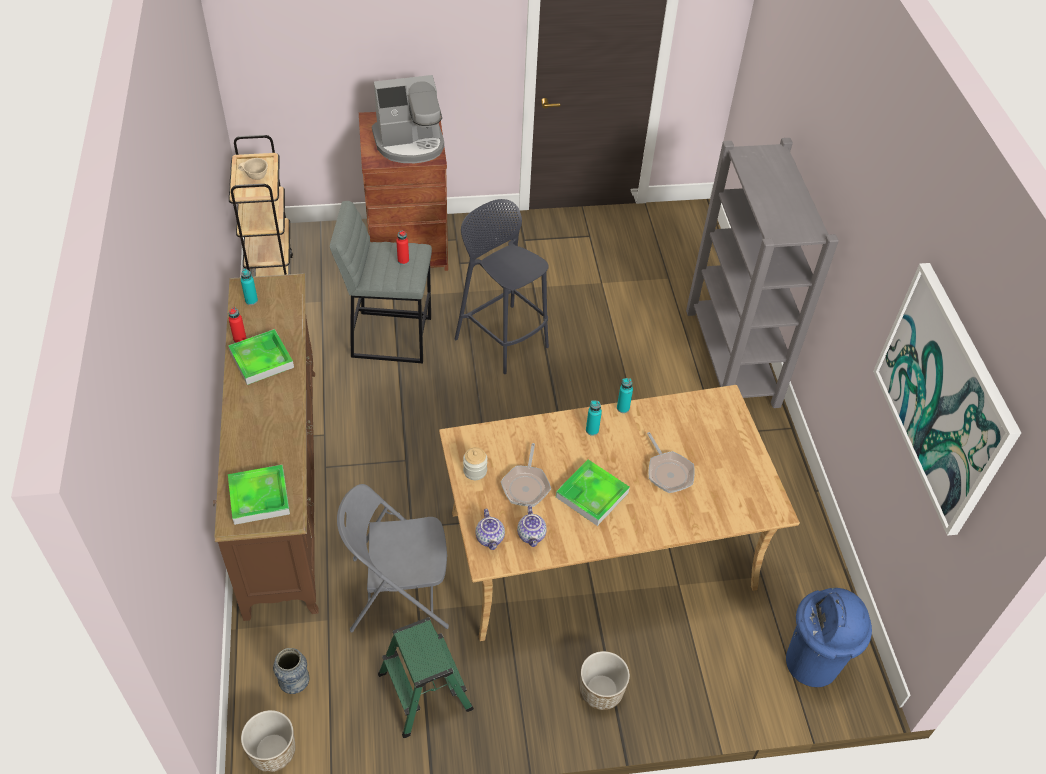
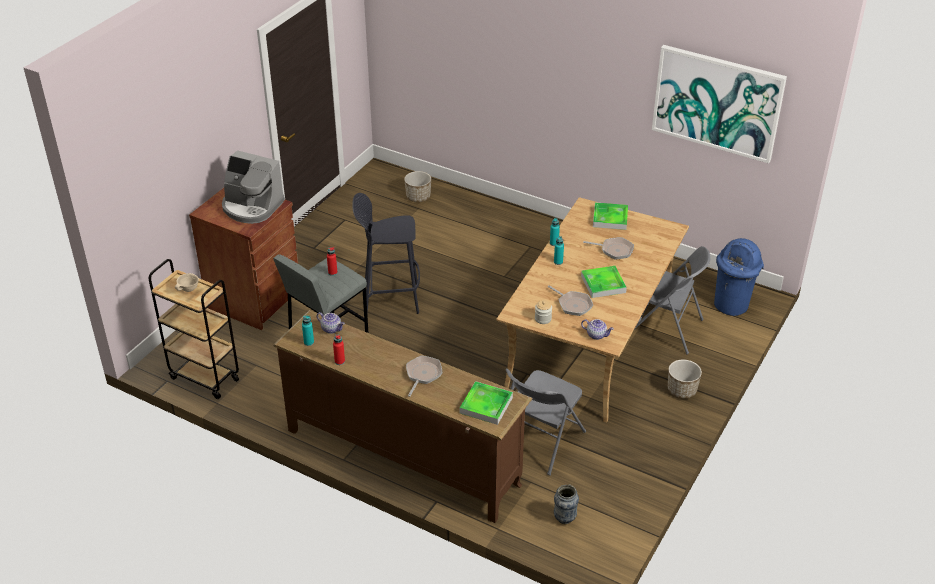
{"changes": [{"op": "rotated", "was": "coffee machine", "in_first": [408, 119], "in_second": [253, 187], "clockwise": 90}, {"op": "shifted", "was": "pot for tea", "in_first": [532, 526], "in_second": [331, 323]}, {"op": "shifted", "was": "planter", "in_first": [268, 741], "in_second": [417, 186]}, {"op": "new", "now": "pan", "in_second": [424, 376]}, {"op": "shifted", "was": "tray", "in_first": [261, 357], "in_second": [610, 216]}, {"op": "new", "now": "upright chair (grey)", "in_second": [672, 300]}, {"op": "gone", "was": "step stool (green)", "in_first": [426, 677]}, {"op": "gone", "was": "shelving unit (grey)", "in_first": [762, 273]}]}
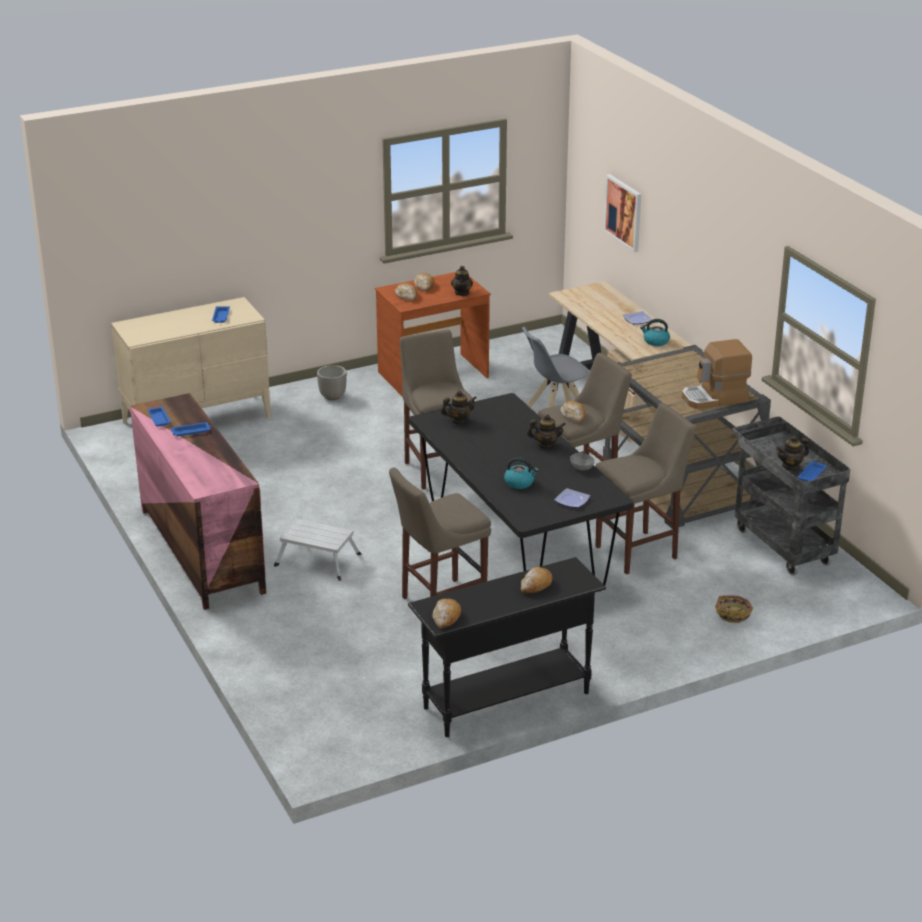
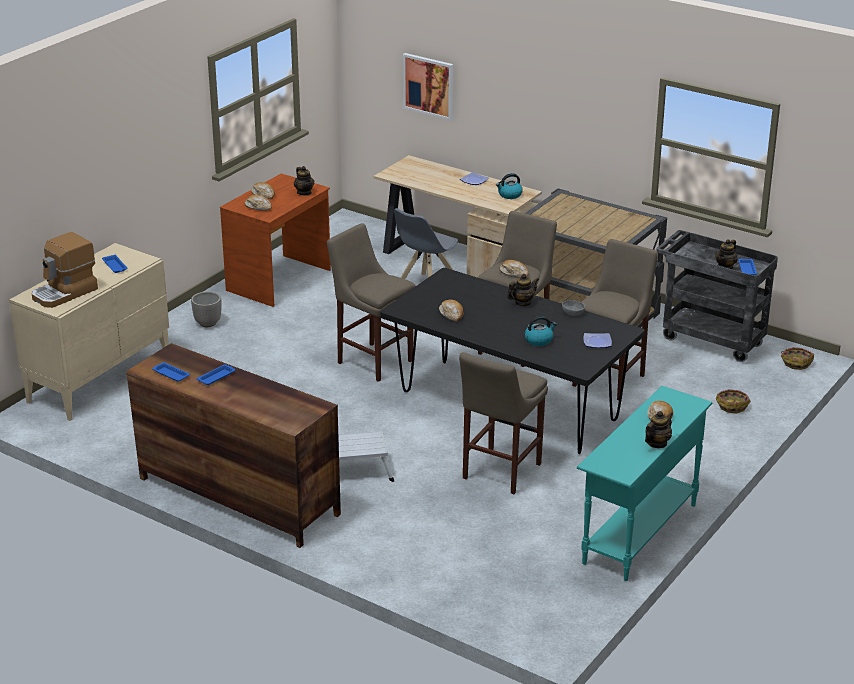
{"changes": [{"op": "shifted", "was": "coffee machine", "in_first": [717, 374], "in_second": [65, 270]}, {"op": "repainted", "was": "cupboard (pinkish)", "now": "cupboard (brown-coloured)", "in_first": [198, 501], "in_second": [233, 445]}, {"op": "shifted", "was": "baked bread", "in_first": [446, 613], "in_second": [451, 310]}, {"op": "repainted", "was": "narrow table (black-coloured)", "now": "narrow table (turquoise)", "in_first": [507, 647], "in_second": [645, 483]}, {"op": "shifted", "was": "pot for tea", "in_first": [458, 407], "in_second": [659, 429]}, {"op": "new", "now": "storage basket", "in_second": [797, 358]}]}
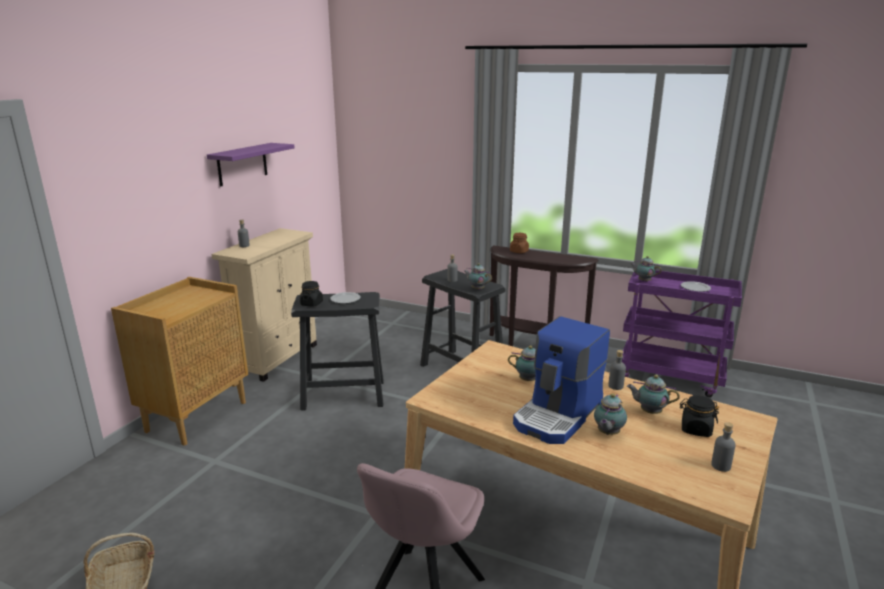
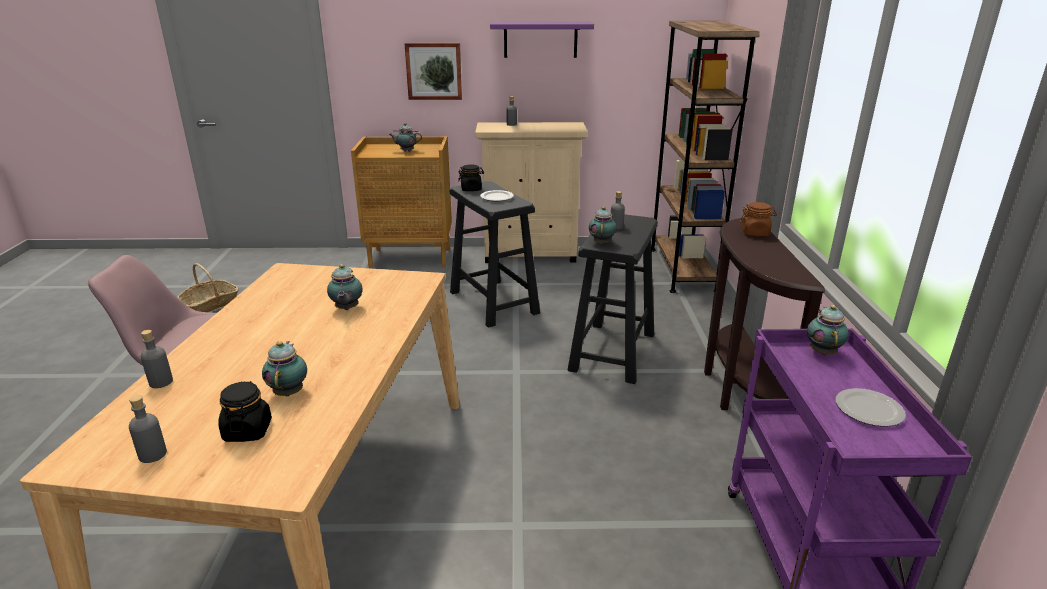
{"changes": [{"op": "shifted", "was": "drink bottle (grey)", "in_first": [617, 370], "in_second": [157, 359]}, {"op": "shifted", "was": "pot for tea", "in_first": [610, 414], "in_second": [405, 137]}, {"op": "new", "now": "wall picture", "in_second": [433, 71]}, {"op": "new", "now": "shelving unit (brown-coloured)", "in_second": [705, 157]}, {"op": "gone", "was": "coffee machine", "in_first": [561, 380]}]}
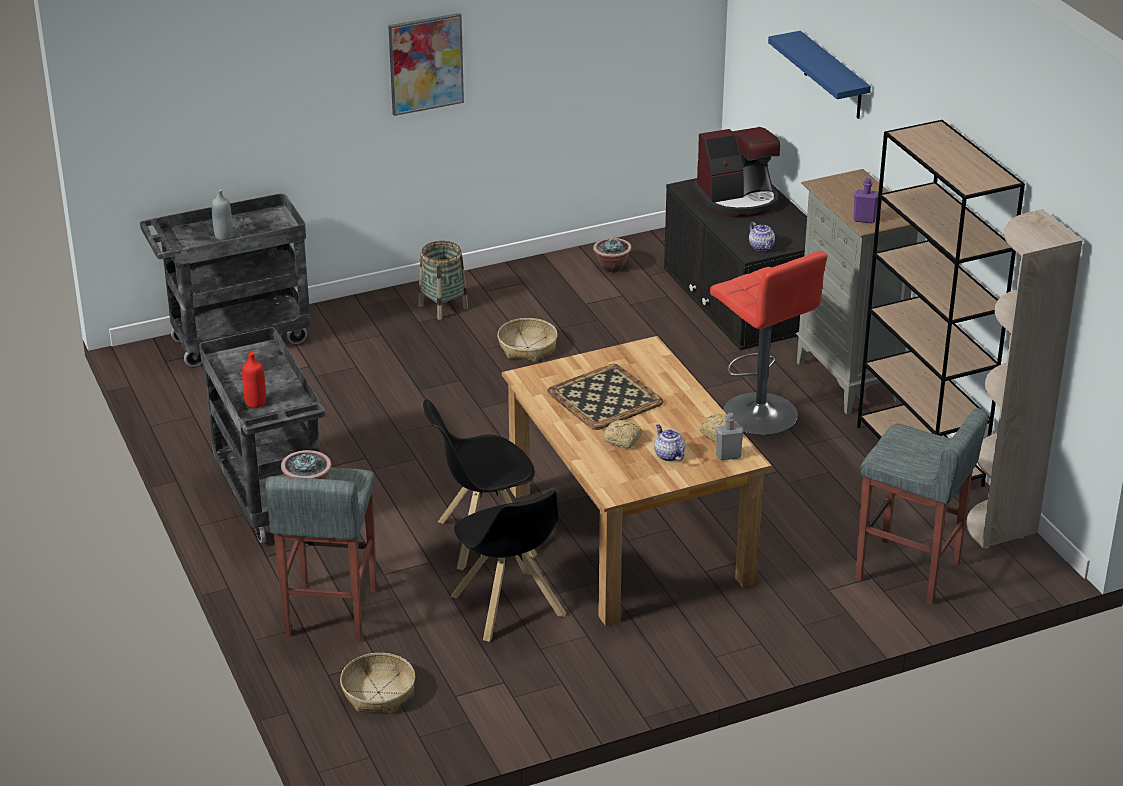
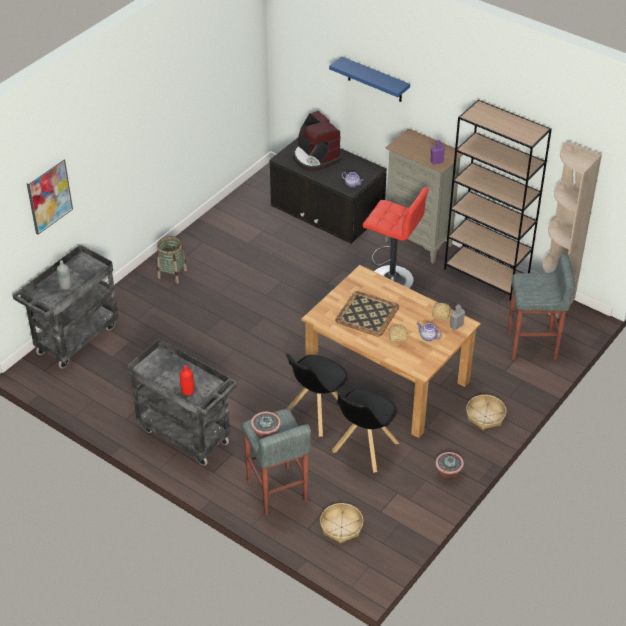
{"changes": [{"op": "shifted", "was": "wall picture", "in_first": [426, 64], "in_second": [50, 196]}, {"op": "rotated", "was": "coffee machine", "in_first": [736, 172], "in_second": [317, 141], "clockwise": 105}, {"op": "rotated", "was": "upright chair (black-coloured)", "in_first": [508, 566], "in_second": [365, 431], "clockwise": 90}, {"op": "shifted", "was": "plant in a pot", "in_first": [612, 255], "in_second": [449, 466]}, {"op": "shifted", "was": "storage basket", "in_first": [527, 340], "in_second": [486, 412]}]}
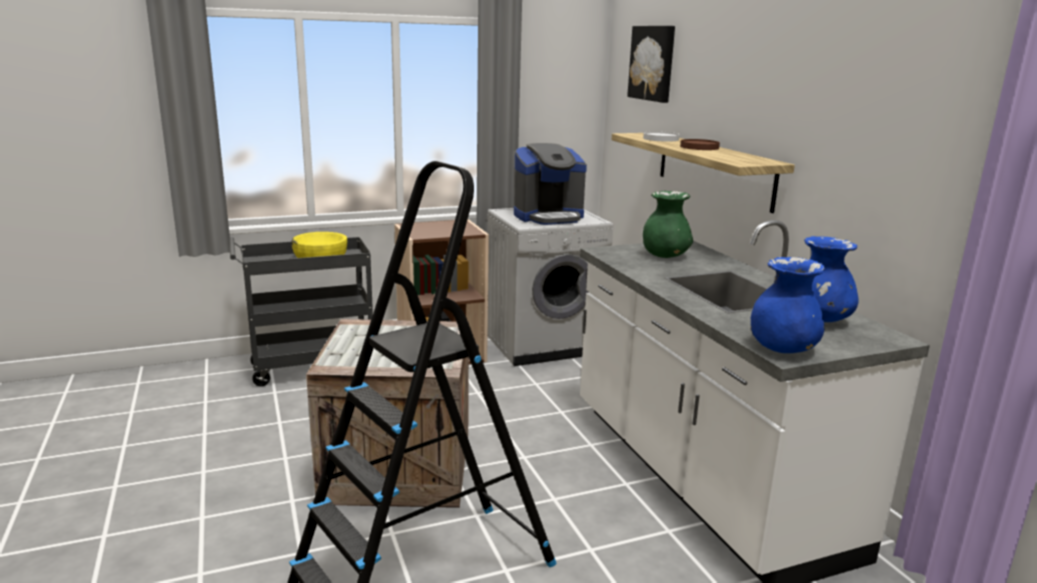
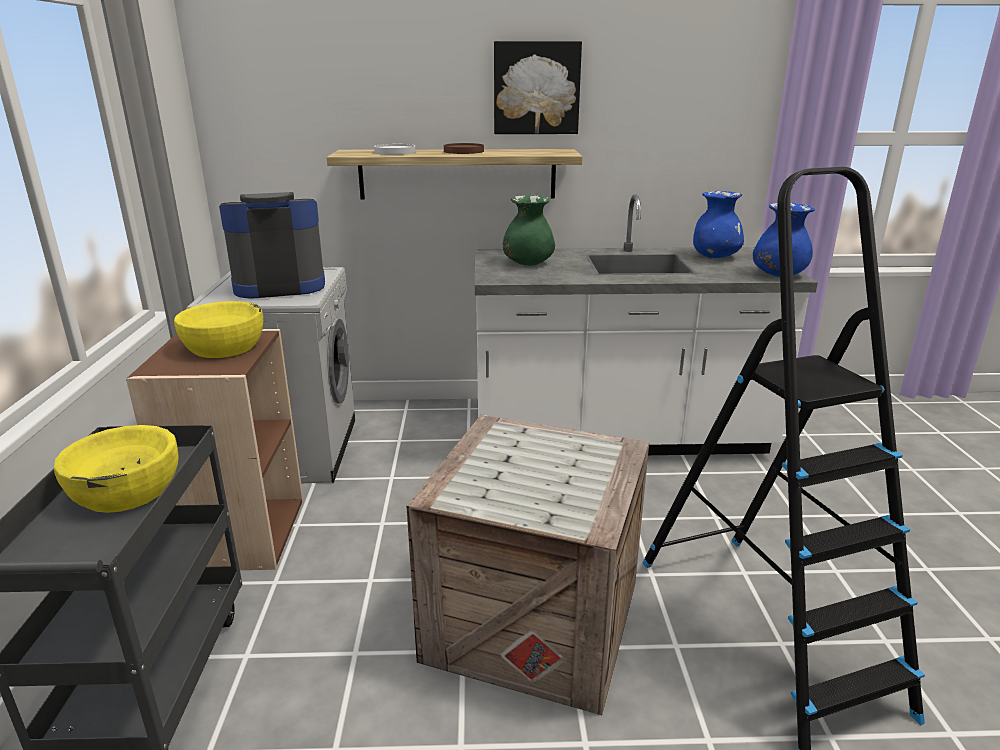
{"changes": [{"op": "new", "now": "serving bowl (yellowish)", "in_second": [218, 329]}, {"op": "rotated", "was": "coffee machine", "in_first": [550, 184], "in_second": [272, 245], "clockwise": -105}, {"op": "shifted", "was": "wall picture", "in_first": [651, 64], "in_second": [538, 87]}]}
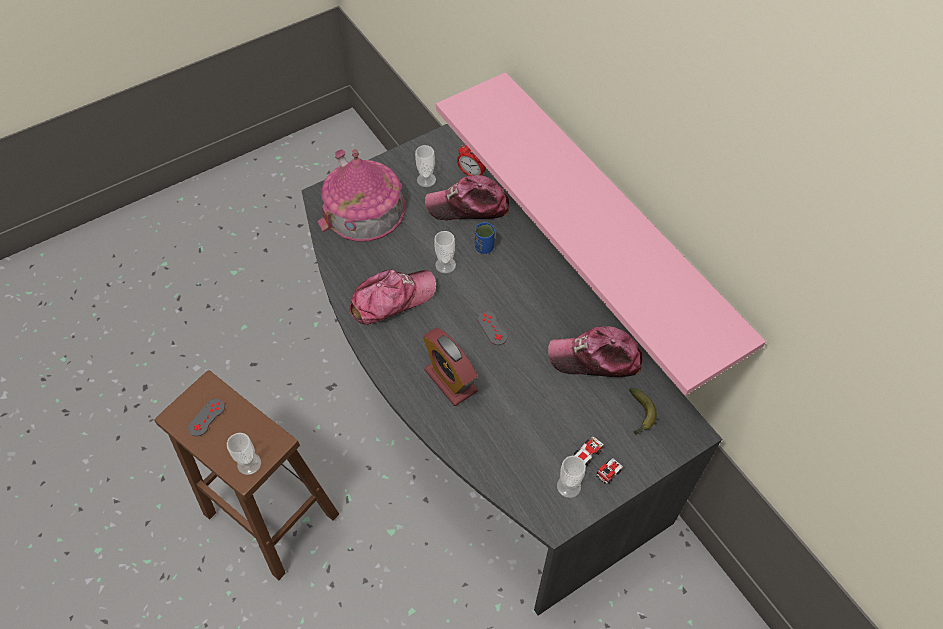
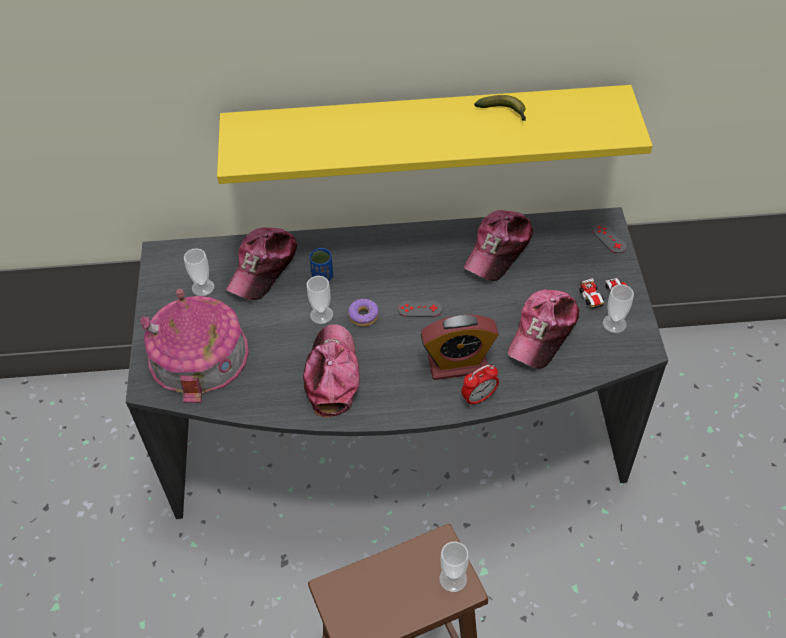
{"changes": [{"op": "repainted", "was": "shelf (pinkish)", "now": "shelf (yellowish)", "in_first": [601, 233], "in_second": [435, 134]}, {"op": "new", "now": "ring doughnut", "in_second": [363, 313]}, {"op": "shifted", "was": "bedside clock", "in_first": [471, 160], "in_second": [480, 385]}, {"op": "shifted", "was": "whole banana", "in_first": [643, 411], "in_second": [500, 108]}, {"op": "new", "now": "cap", "in_second": [543, 329]}, {"op": "shifted", "was": "joypad (grey)", "in_first": [206, 417], "in_second": [610, 238]}]}
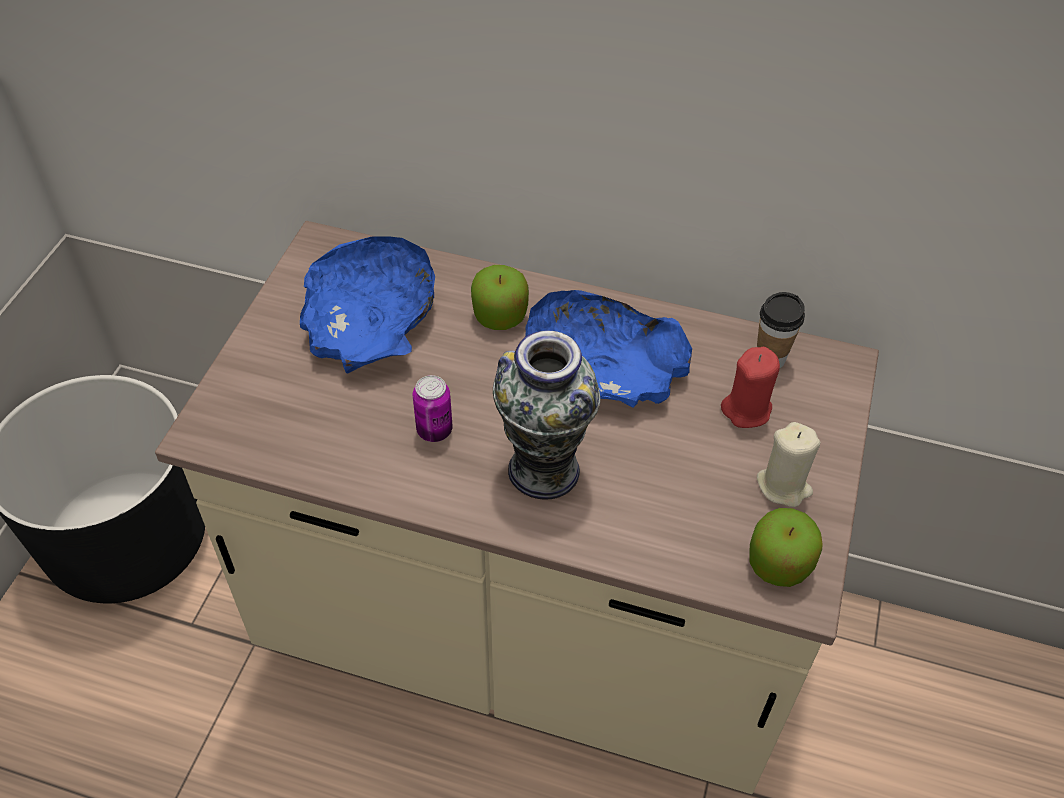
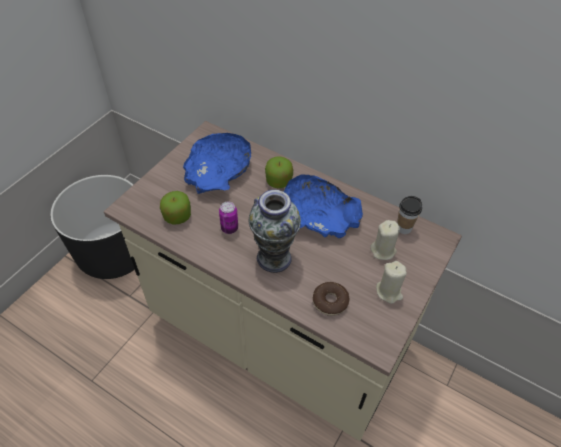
{"changes": [{"op": "shifted", "was": "apple fruit", "in_first": [786, 547], "in_second": [175, 208]}, {"op": "new", "now": "ring doughnut", "in_second": [331, 299]}, {"op": "repainted", "was": "candle (red-coloured)", "now": "candle (beige)", "in_first": [750, 387], "in_second": [385, 240]}]}
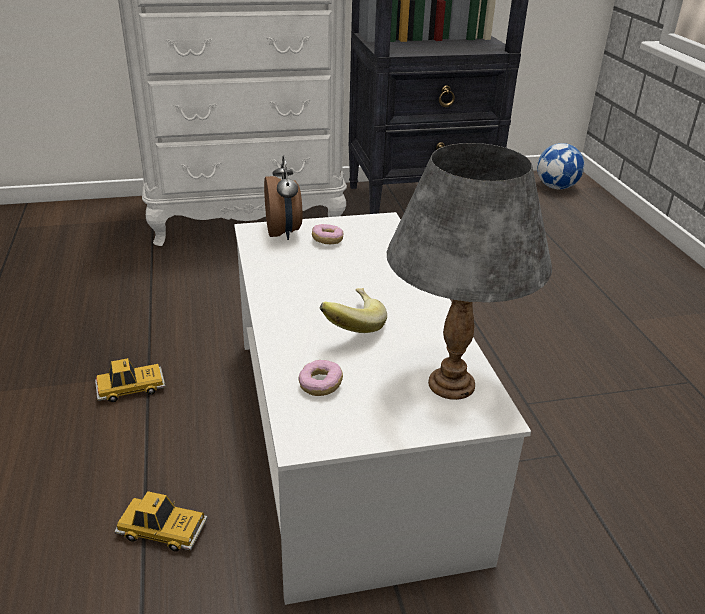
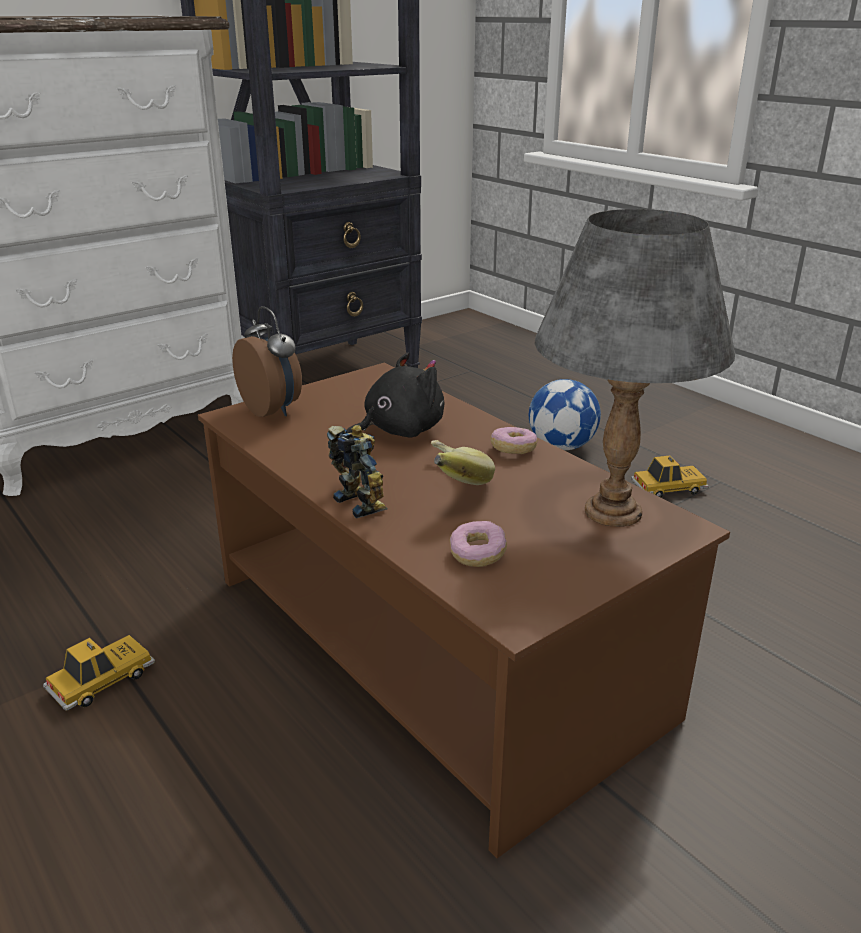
{"changes": [{"op": "repainted", "was": "coffee table (white-coloured)", "now": "coffee table (brown-coloured)", "in_first": [382, 408], "in_second": [464, 610]}, {"op": "new", "now": "model robot", "in_second": [357, 472]}, {"op": "new", "now": "plush toy (black-coloured)", "in_second": [395, 395]}, {"op": "shifted", "was": "ring doughnut", "in_first": [327, 234], "in_second": [514, 440]}, {"op": "shifted", "was": "football", "in_first": [560, 166], "in_second": [565, 414]}, {"op": "shifted", "was": "model car", "in_first": [161, 521], "in_second": [670, 477]}]}
